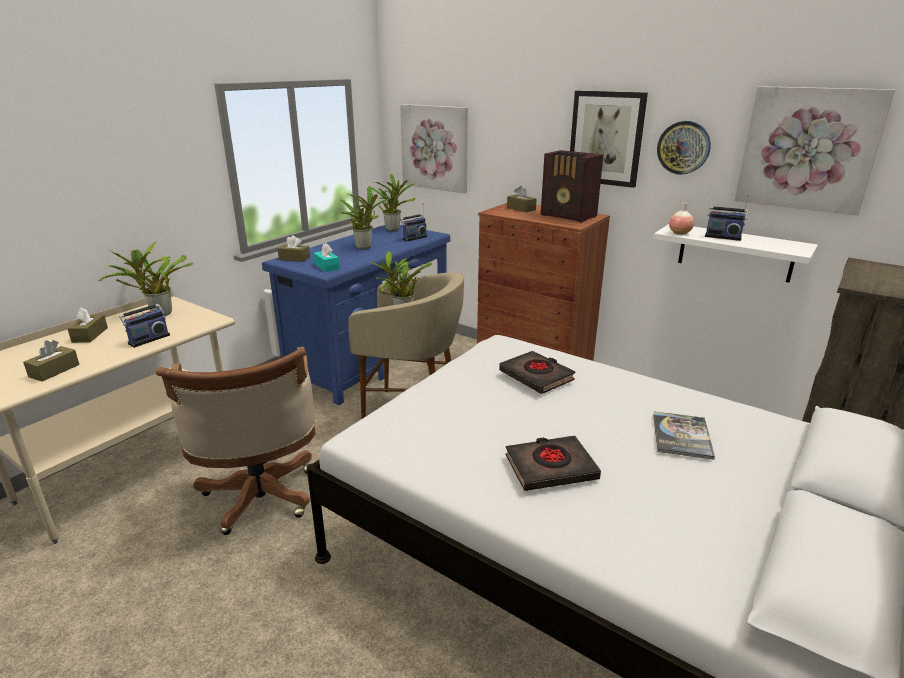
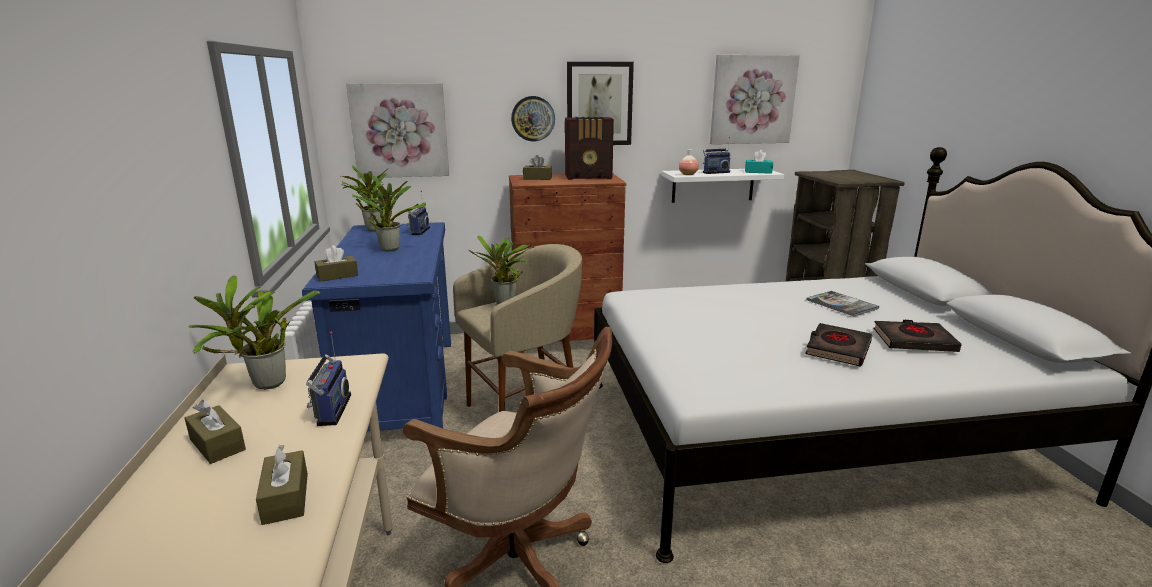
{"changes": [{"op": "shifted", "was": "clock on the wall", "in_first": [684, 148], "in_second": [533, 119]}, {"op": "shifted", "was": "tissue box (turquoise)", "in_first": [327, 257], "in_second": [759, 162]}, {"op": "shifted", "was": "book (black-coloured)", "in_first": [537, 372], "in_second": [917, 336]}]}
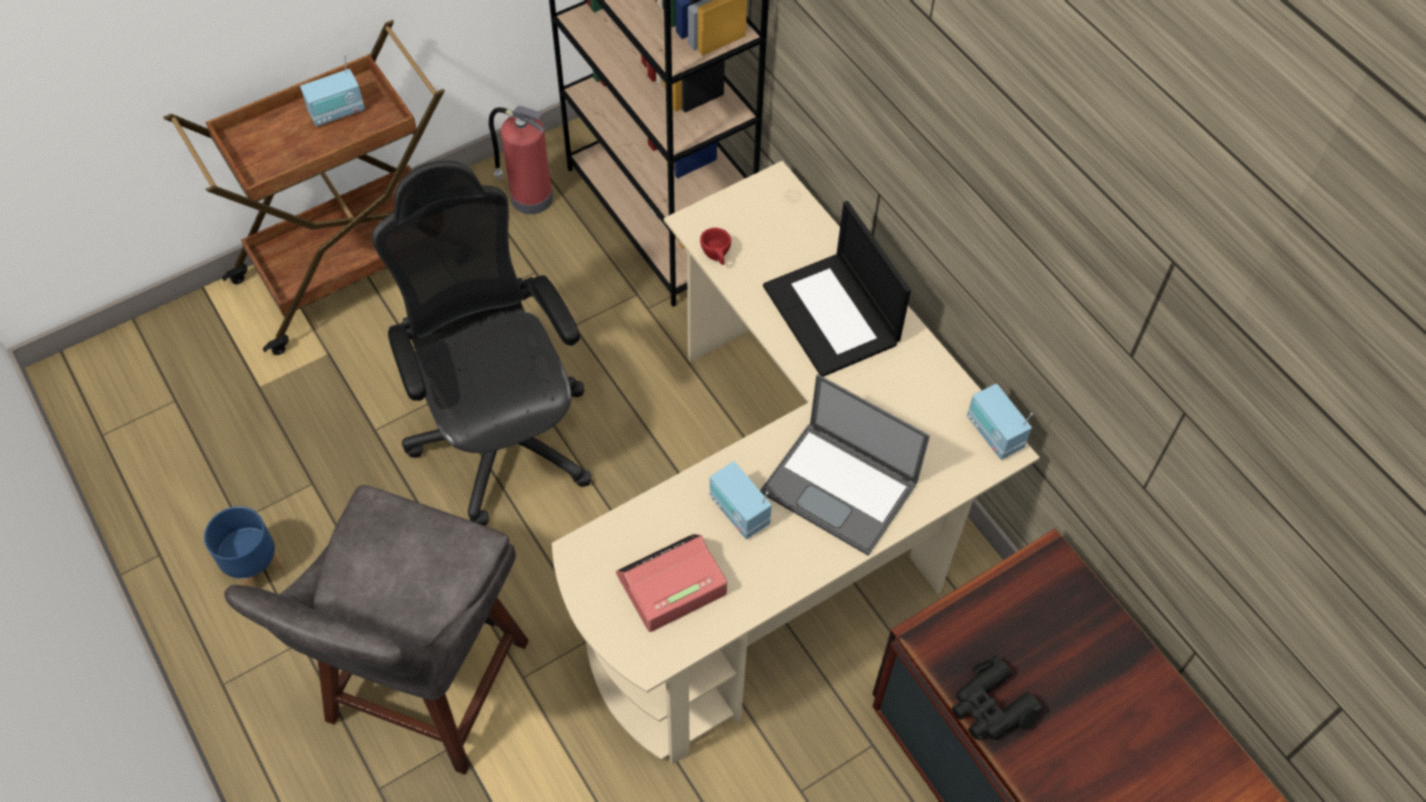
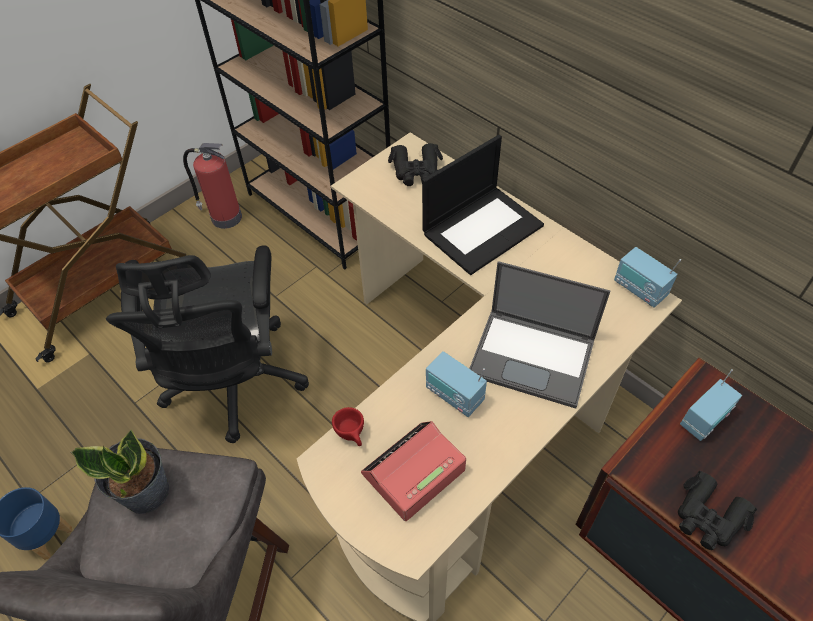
{"changes": [{"op": "new", "now": "plant in a pot", "in_second": [119, 472]}, {"op": "rotated", "was": "desk chair", "in_first": [481, 343], "in_second": [207, 344], "clockwise": -150}, {"op": "shifted", "was": "cup (red-coloured)", "in_first": [715, 246], "in_second": [348, 426]}, {"op": "new", "now": "binoculars (black-coloured)", "in_second": [415, 164]}, {"op": "rotated", "was": "portable computer", "in_first": [837, 289], "in_second": [483, 205], "clockwise": -90}, {"op": "shifted", "was": "radio set", "in_first": [332, 90], "in_second": [711, 405]}]}
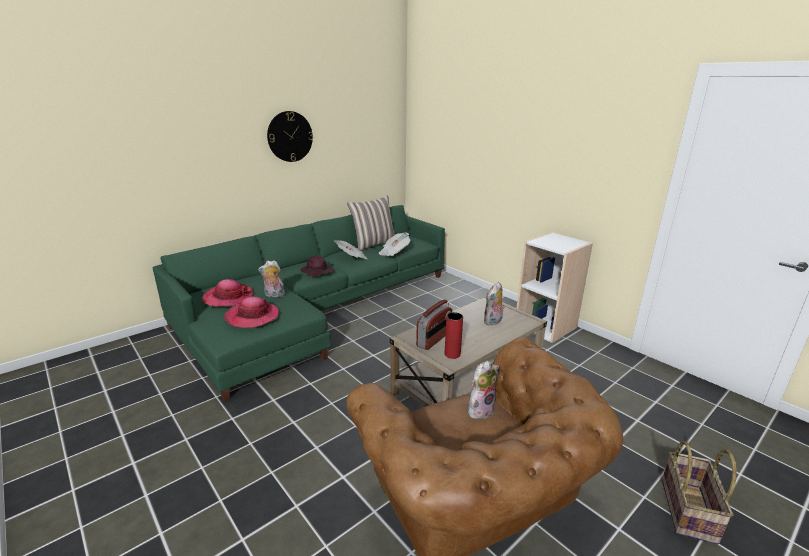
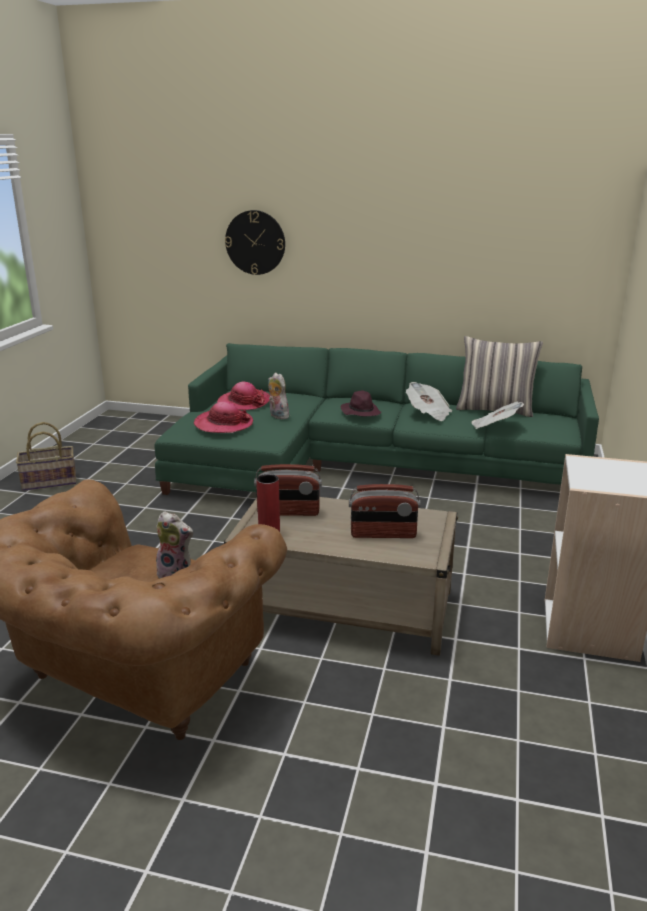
{"changes": [{"op": "shifted", "was": "storage basket", "in_first": [699, 492], "in_second": [46, 456]}, {"op": "shifted", "was": "clock on the wall", "in_first": [290, 136], "in_second": [255, 242]}, {"op": "swapped", "was": "plush toy", "now": "radio set", "in_first": [493, 304], "in_second": [385, 511]}]}
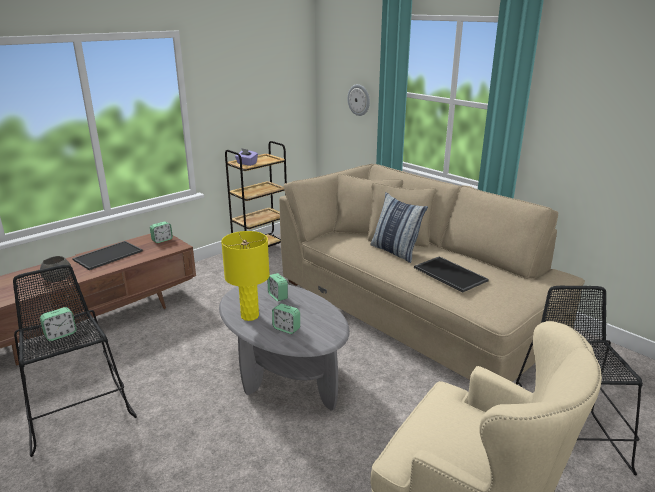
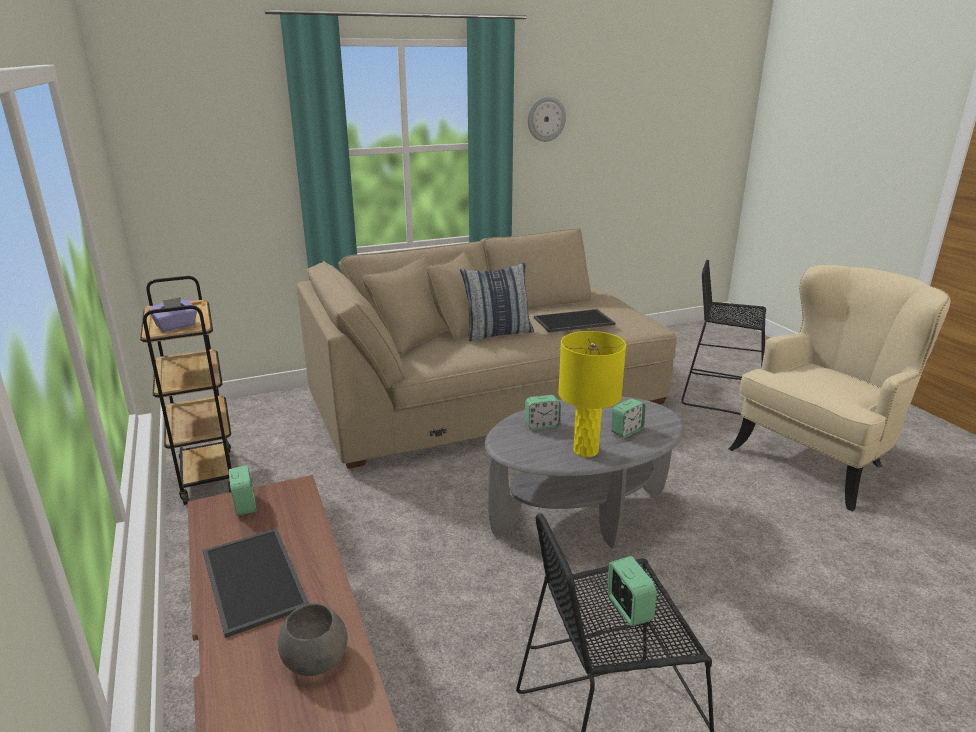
{"changes": [{"op": "shifted", "was": "clock on the wall", "in_first": [358, 100], "in_second": [547, 119]}]}
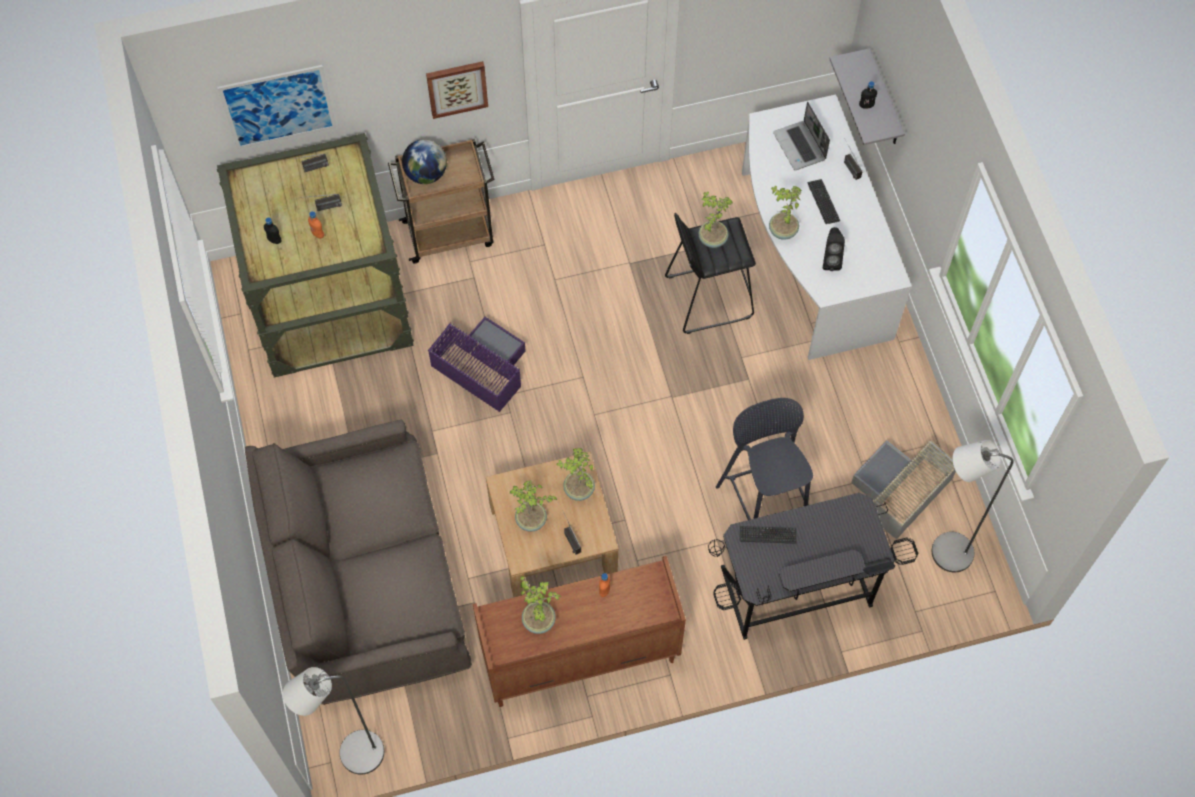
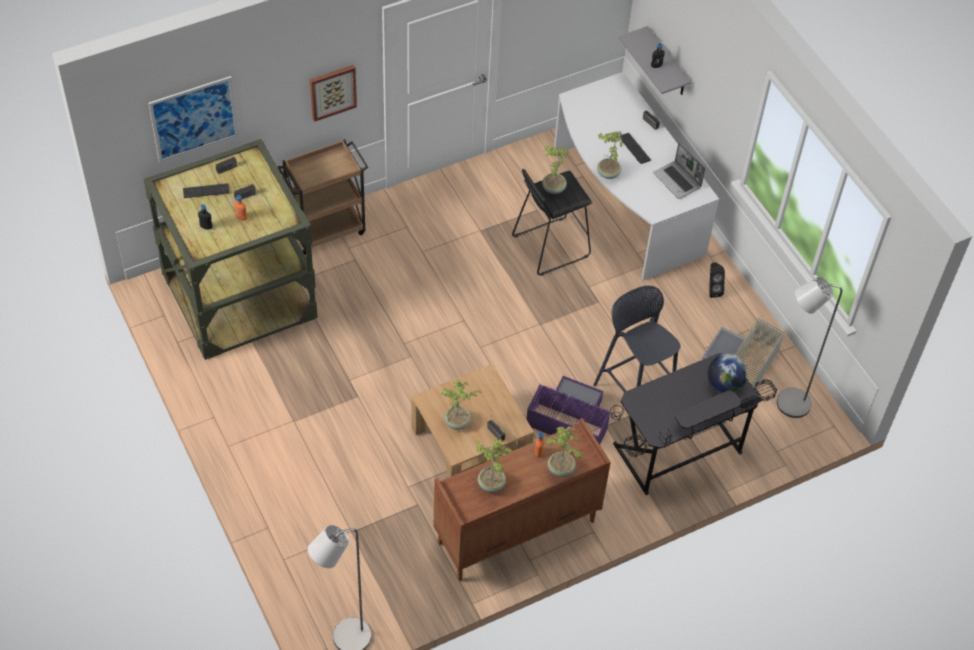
{"changes": [{"op": "shifted", "was": "computer keyboard", "in_first": [768, 535], "in_second": [206, 190]}, {"op": "shifted", "was": "storage bin (purplish)", "in_first": [476, 364], "in_second": [568, 410]}, {"op": "shifted", "was": "plant in a pot", "in_first": [575, 474], "in_second": [563, 452]}, {"op": "shifted", "was": "portable computer", "in_first": [801, 135], "in_second": [679, 171]}, {"op": "shifted", "was": "desk globe", "in_first": [424, 161], "in_second": [728, 373]}, {"op": "shifted", "was": "audio speaker (black-coloured)", "in_first": [834, 249], "in_second": [717, 280]}, {"op": "gone", "was": "couch (grey)", "in_first": [358, 562]}]}
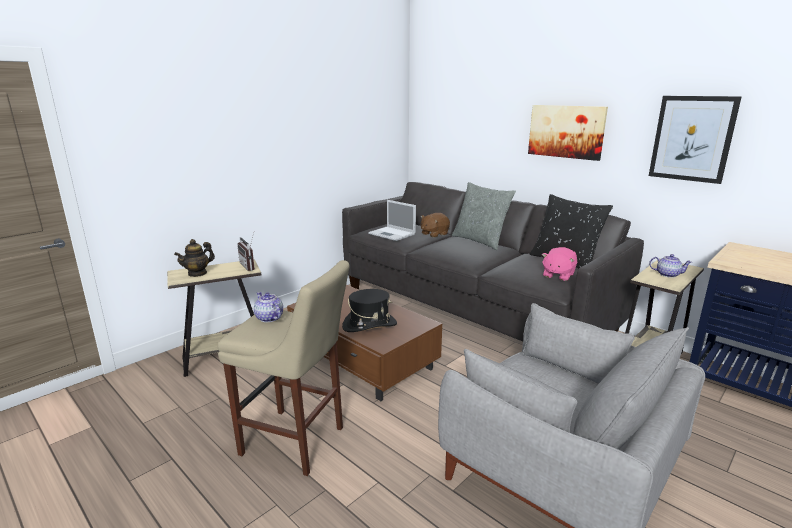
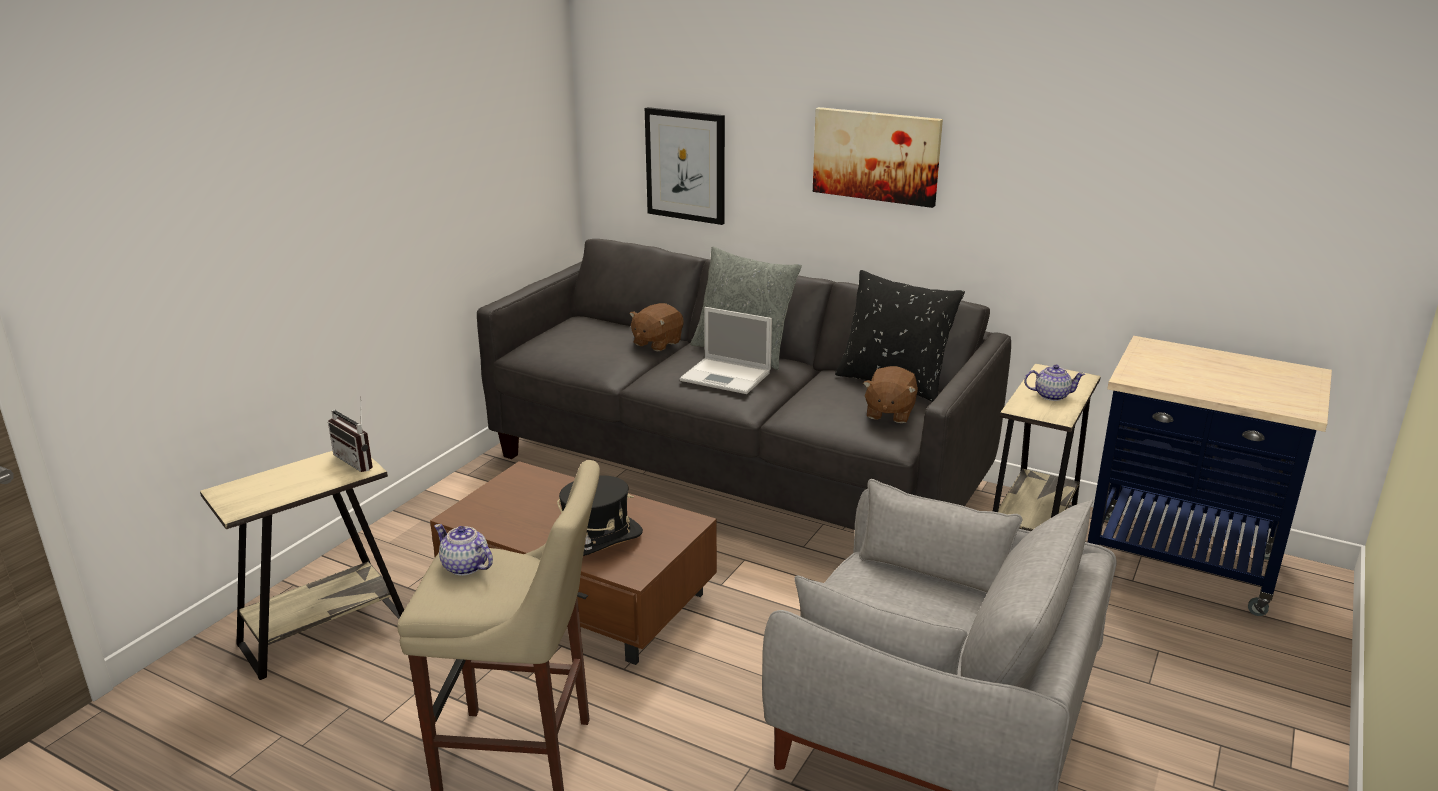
{"changes": [{"op": "shifted", "was": "wall picture", "in_first": [695, 140], "in_second": [685, 166]}, {"op": "shifted", "was": "portable computer", "in_first": [392, 220], "in_second": [726, 350]}, {"op": "repainted", "was": "plush toy (pinkish)", "now": "plush toy (brown-coloured)", "in_first": [559, 264], "in_second": [890, 394]}, {"op": "gone", "was": "pot for tea", "in_first": [194, 258]}]}
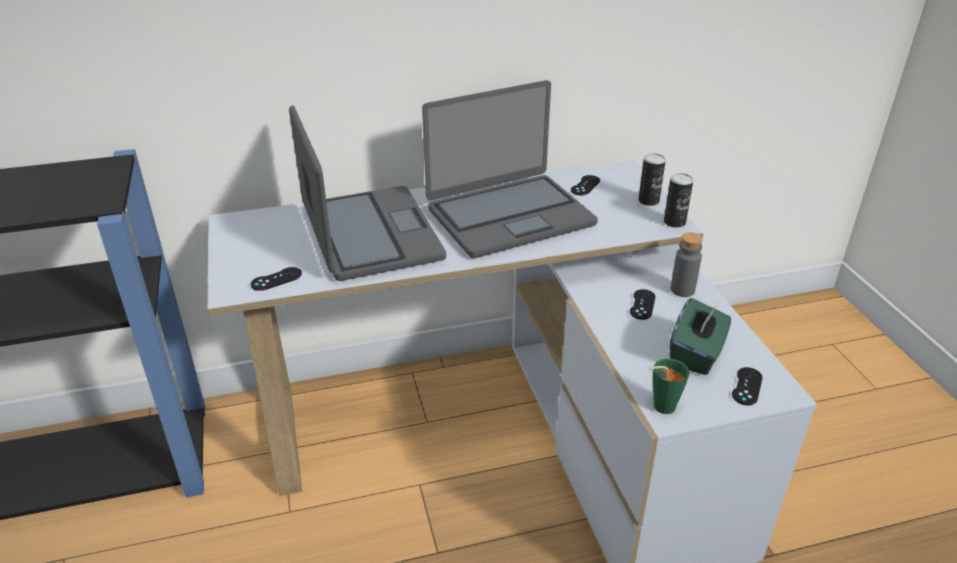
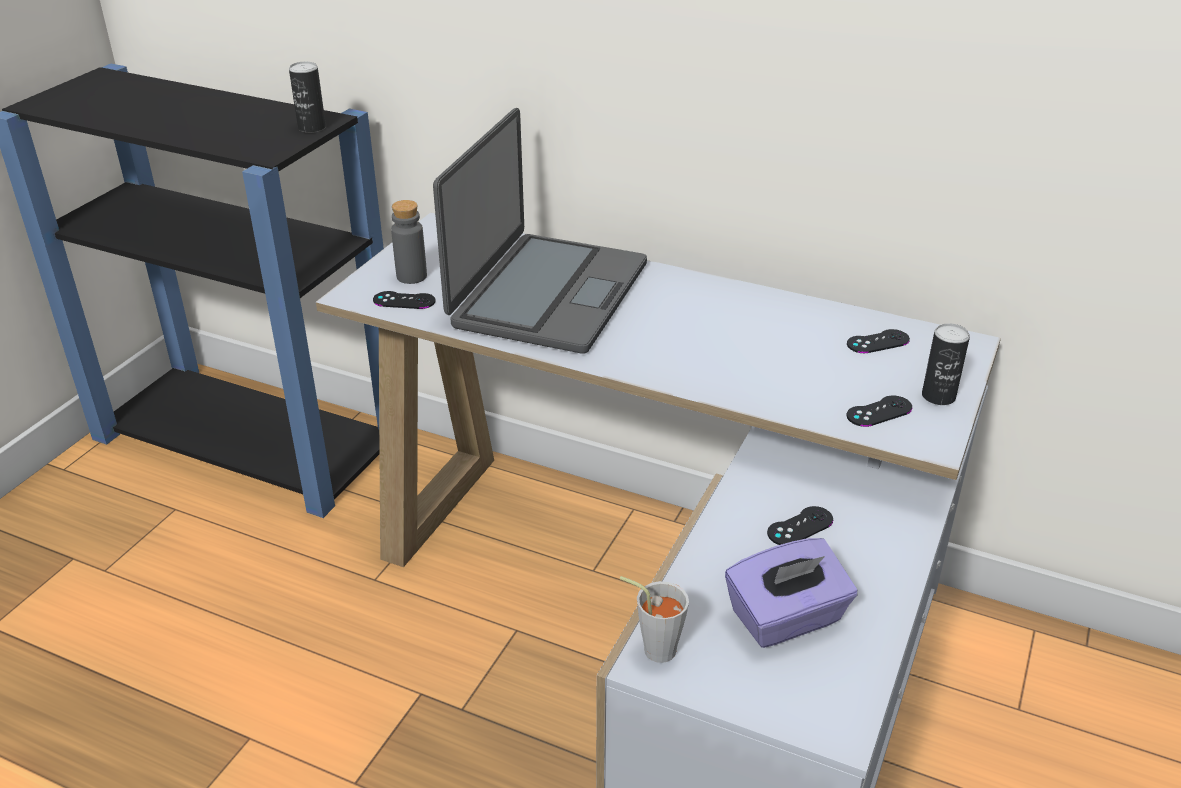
{"changes": [{"op": "shifted", "was": "sealed can", "in_first": [678, 200], "in_second": [307, 97]}, {"op": "shifted", "was": "drink bottle (grey)", "in_first": [687, 264], "in_second": [409, 242]}, {"op": "repainted", "was": "cup (green)", "now": "cup (grey)", "in_first": [668, 386], "in_second": [654, 619]}, {"op": "repainted", "was": "tissue box (green)", "now": "tissue box (purplish)", "in_first": [700, 336], "in_second": [791, 593]}, {"op": "shifted", "was": "joypad (black-coloured)", "in_first": [747, 386], "in_second": [879, 411]}, {"op": "gone", "was": "portable computer", "in_first": [510, 169]}]}
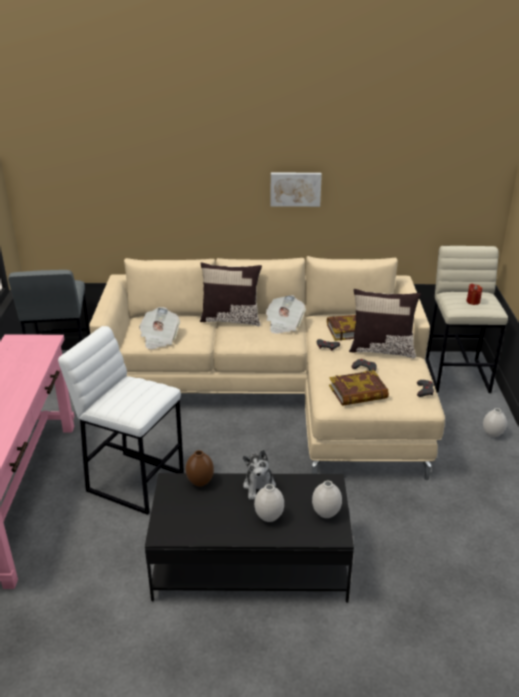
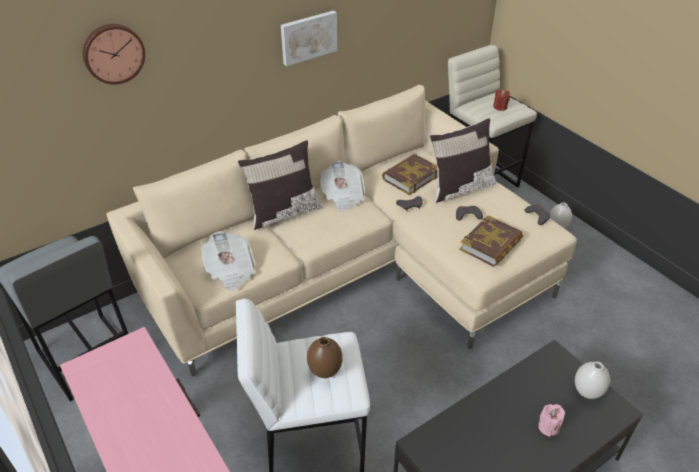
{"changes": [{"op": "new", "now": "clock on the wall", "in_second": [114, 54]}, {"op": "shifted", "was": "vase (brown-coloured)", "in_first": [199, 468], "in_second": [325, 357]}, {"op": "swapped", "was": "vase (white-coloured)", "now": "candle (pinkish)", "in_first": [269, 503], "in_second": [551, 420]}, {"op": "gone", "was": "plush toy", "in_first": [259, 475]}]}
